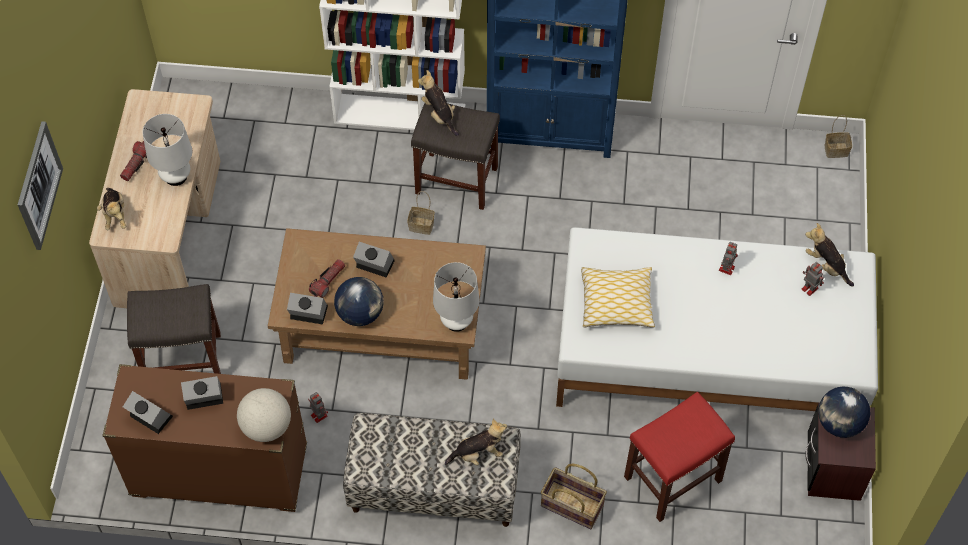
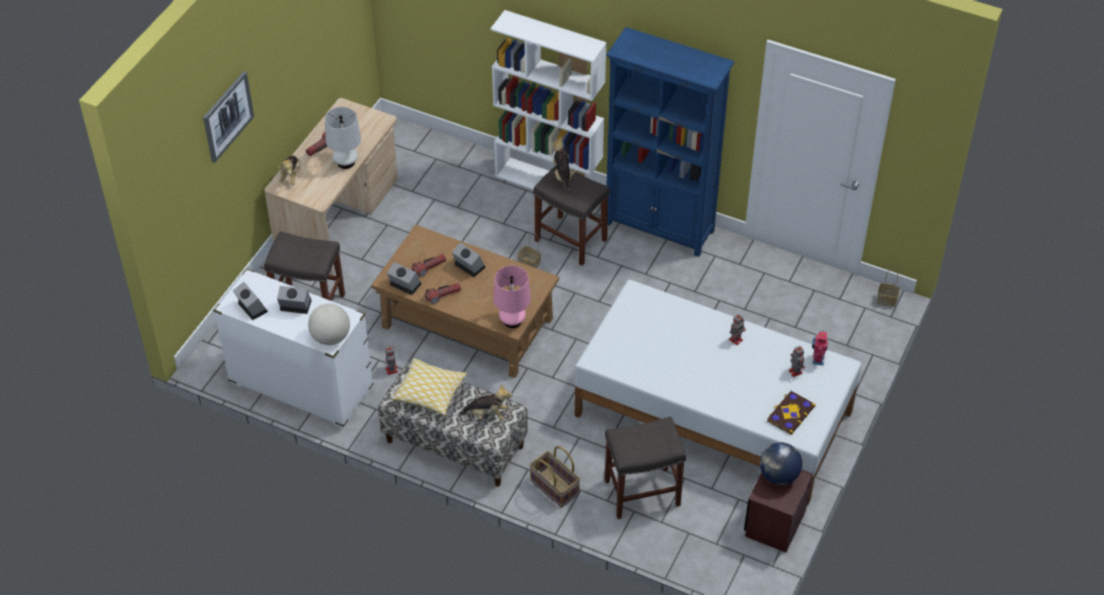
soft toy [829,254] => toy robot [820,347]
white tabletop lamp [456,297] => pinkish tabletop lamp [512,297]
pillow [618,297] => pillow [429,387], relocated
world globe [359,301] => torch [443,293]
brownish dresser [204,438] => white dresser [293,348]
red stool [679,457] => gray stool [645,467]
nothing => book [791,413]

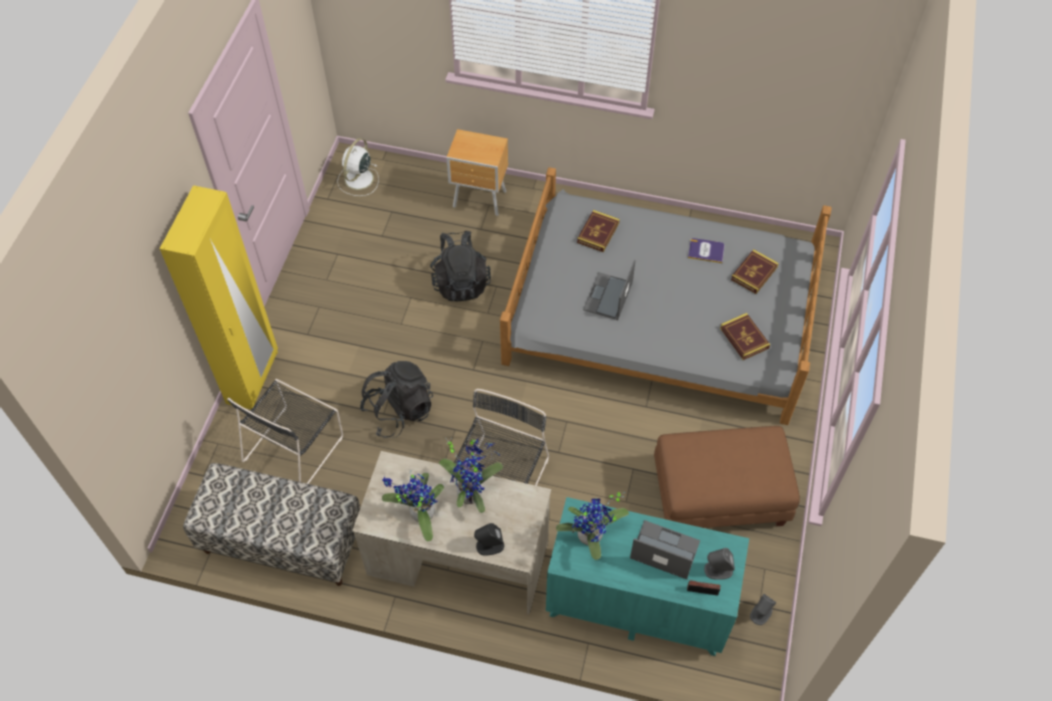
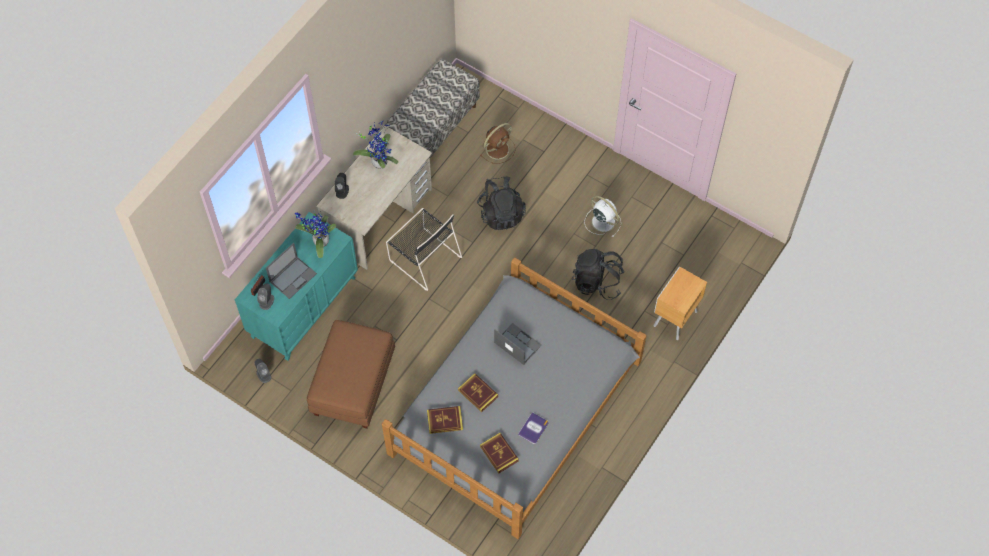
white cooling fan [358,167] => white cooling fan [602,216], relocated
yellow wardrobe [219,297] => nothing
book [598,231] => book [478,392], relocated
blackish plain chair [285,431] => brownish cooling fan [498,143]
plant in a pot [471,475] => nothing

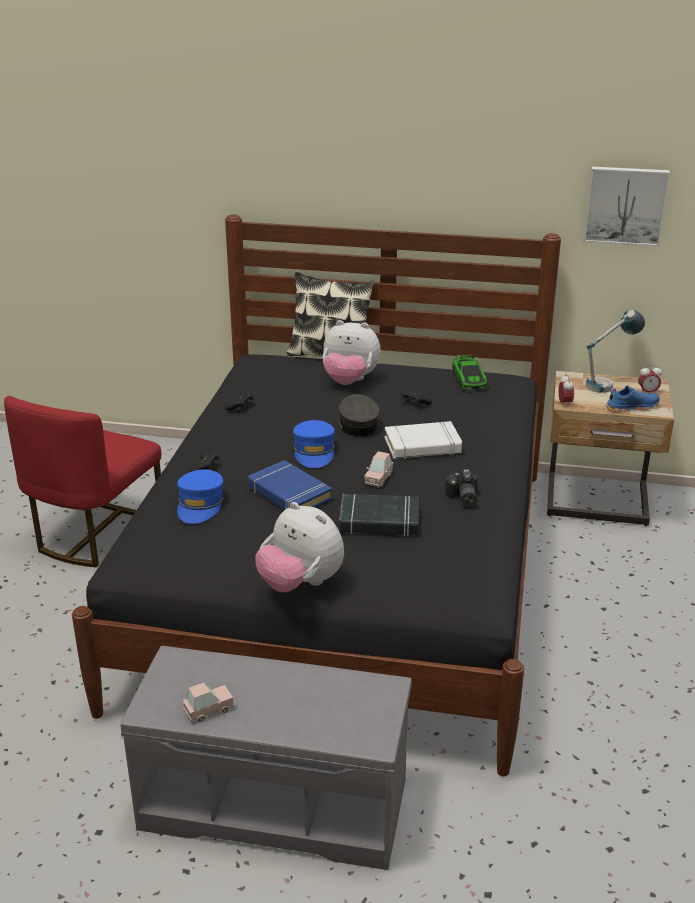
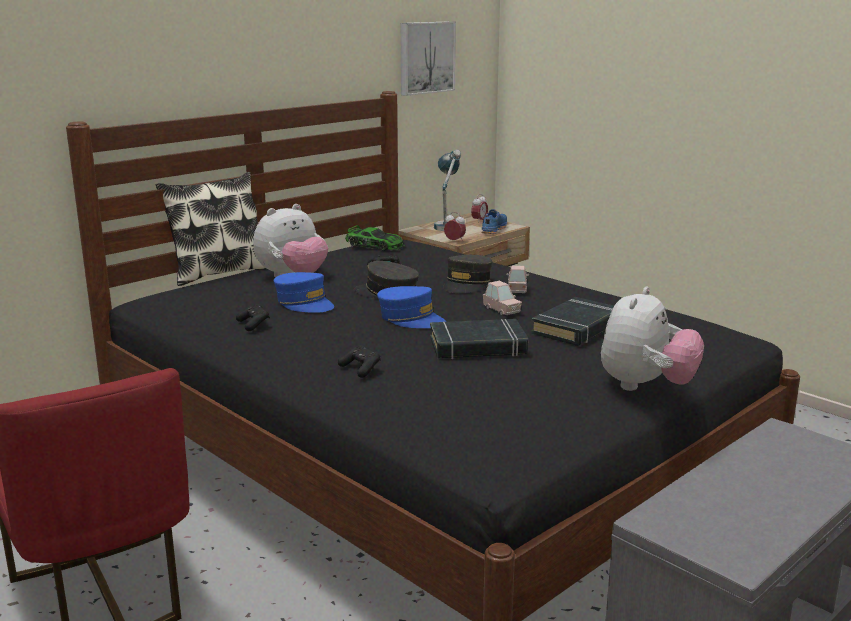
white book [423,440] => gray cap [467,274]
bluish book [290,485] => blackish book [479,339]
bluish cap [200,496] => bluish cap [304,292], relocated
still camera [461,487] => nothing
soft toy [299,547] => soft toy [652,338], 45 degrees counterclockwise
pinkish toy car [207,702] => pinkish toy car [517,279], relocated

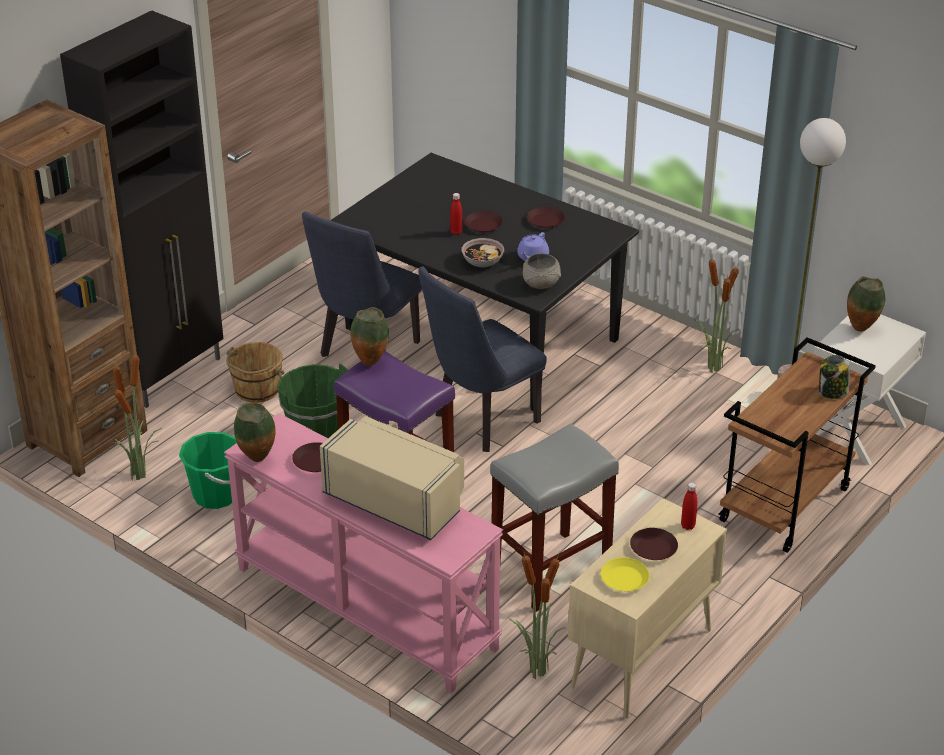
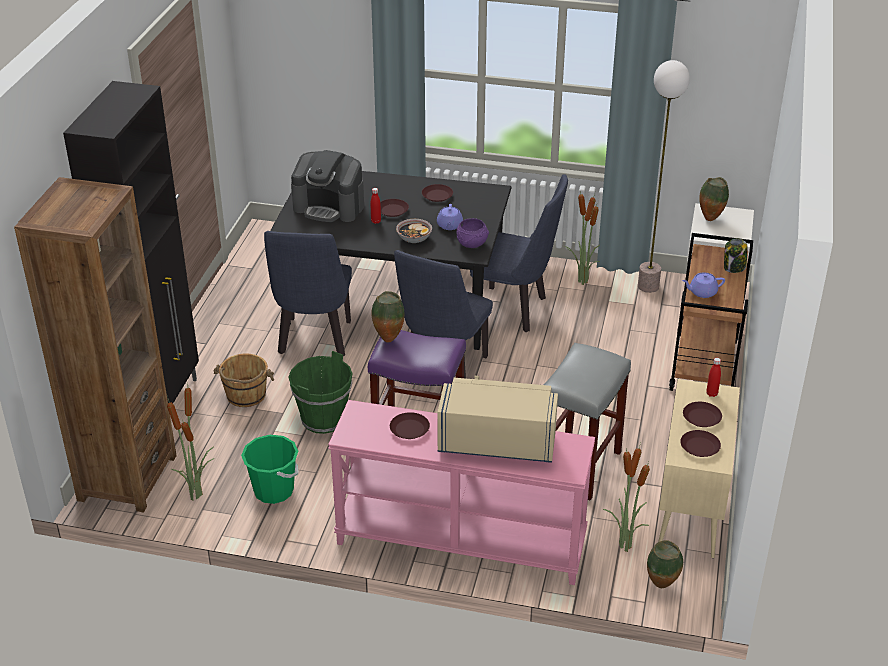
gray bowl [542,271] => purple bowl [473,233]
vase [255,432] => vase [665,564], relocated
yellow plate [625,574] => brownish plate [700,443]
nothing => coffee maker [327,186]
nothing => bluish plain chair [519,253]
nothing => purple teapot [703,285]

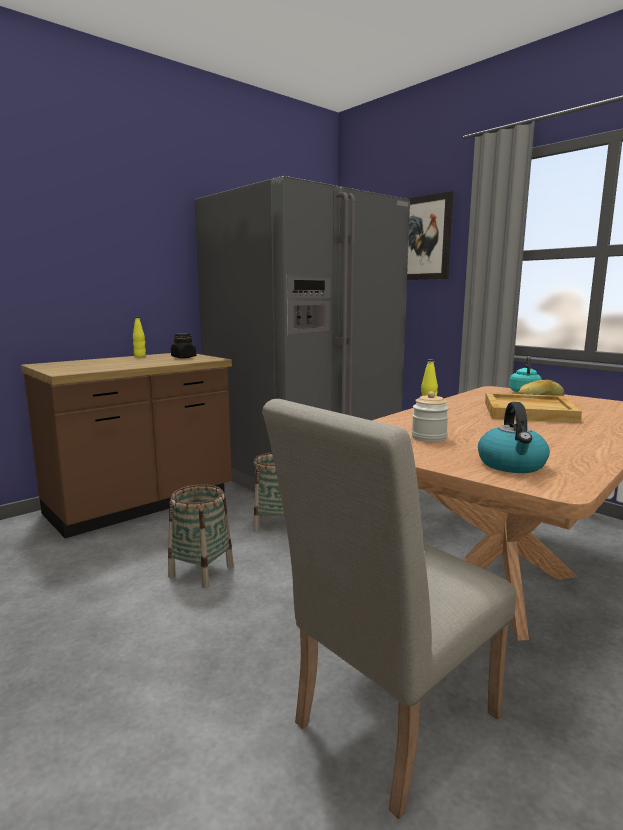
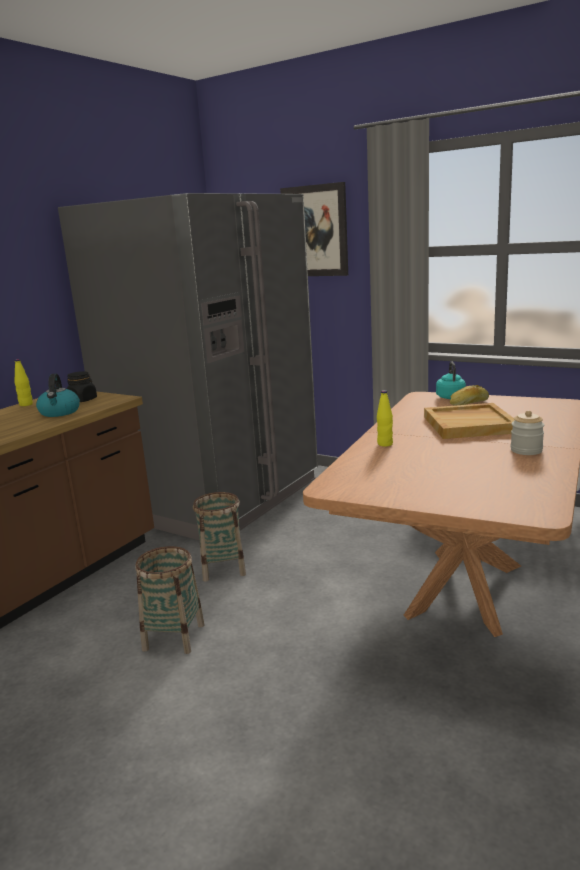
jar [430,416] => jar [527,432], relocated
sand-coloured plain chair [389,609] => nothing
kettle [514,437] => kettle [58,395], relocated

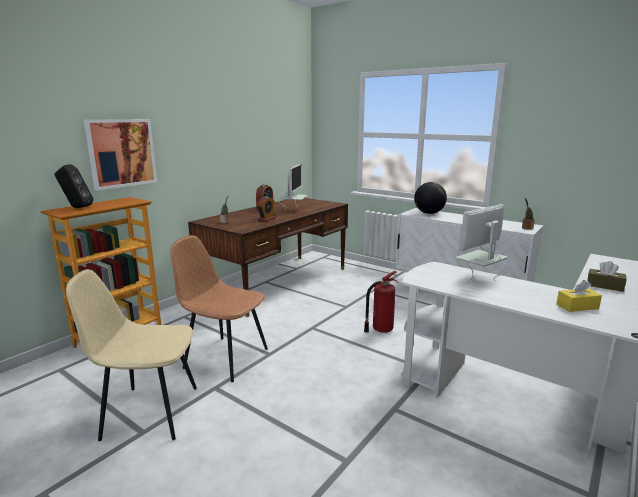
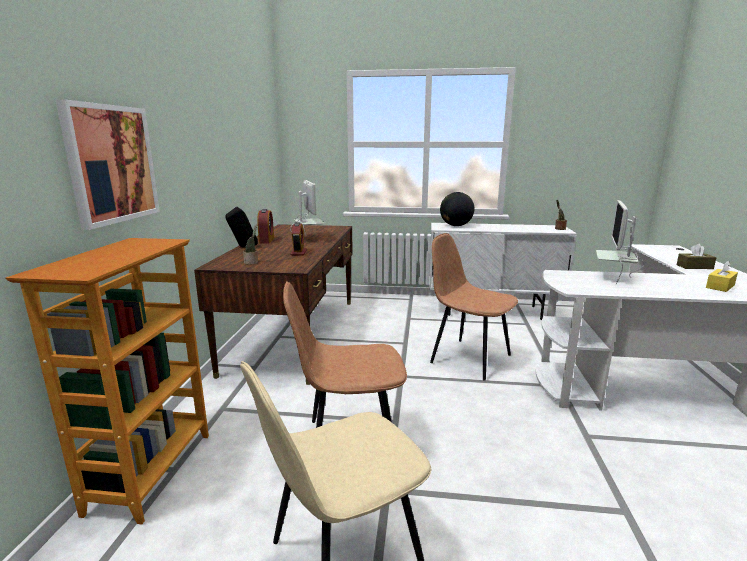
blackish speaker [74,186] => blackish speaker [242,226], relocated
fire-fighting cylinder [381,302] => brownish plain chair [474,306]

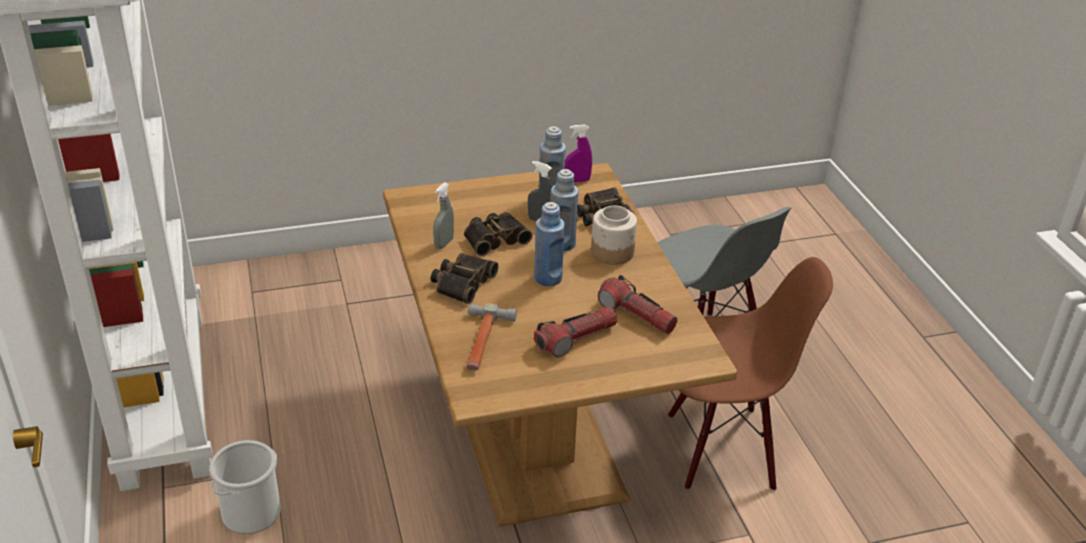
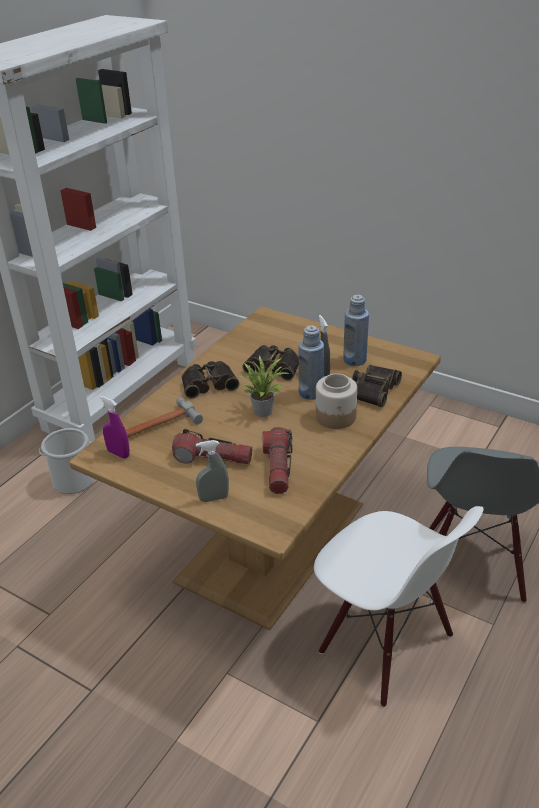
purple hand sprayer [578,153] => purple hand sprayer [114,427], relocated
gray hand sprayer [443,215] => gray hand sprayer [212,471], relocated
bluish bottle [549,244] => plant in a pot [263,386]
brownish plain chair [750,374] => white plain chair [399,606]

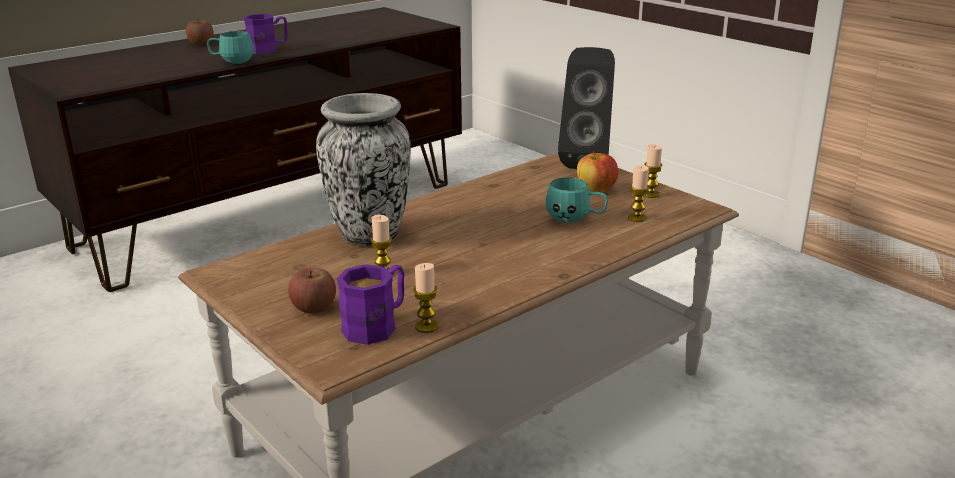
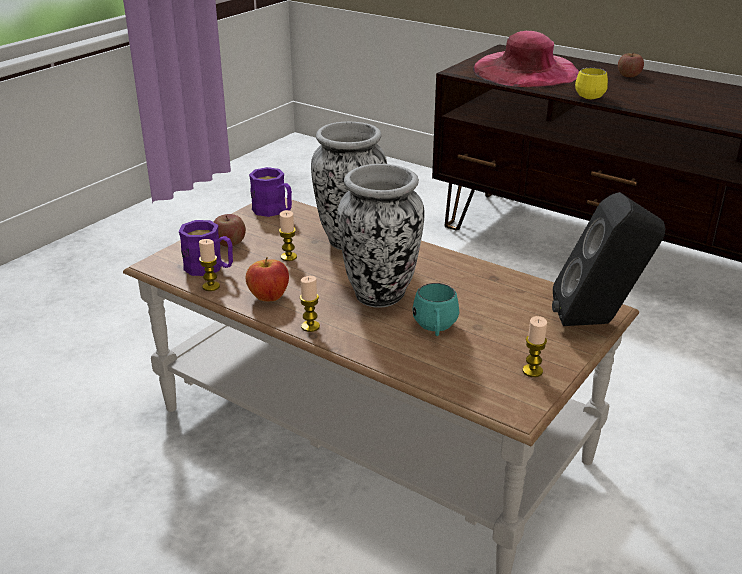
purple tea mug [266,34] => purple tea mug [270,192], relocated
turquoise-coloured tea mug [230,47] => yellow tea mug [591,83]
apple fruit [597,172] => apple fruit [267,279], relocated
candle [638,193] => candle [310,304], relocated
nothing => pinkish hat [526,59]
nothing => vase [381,236]

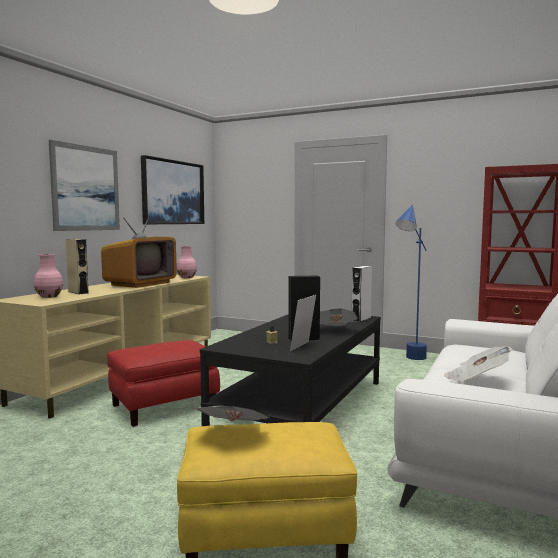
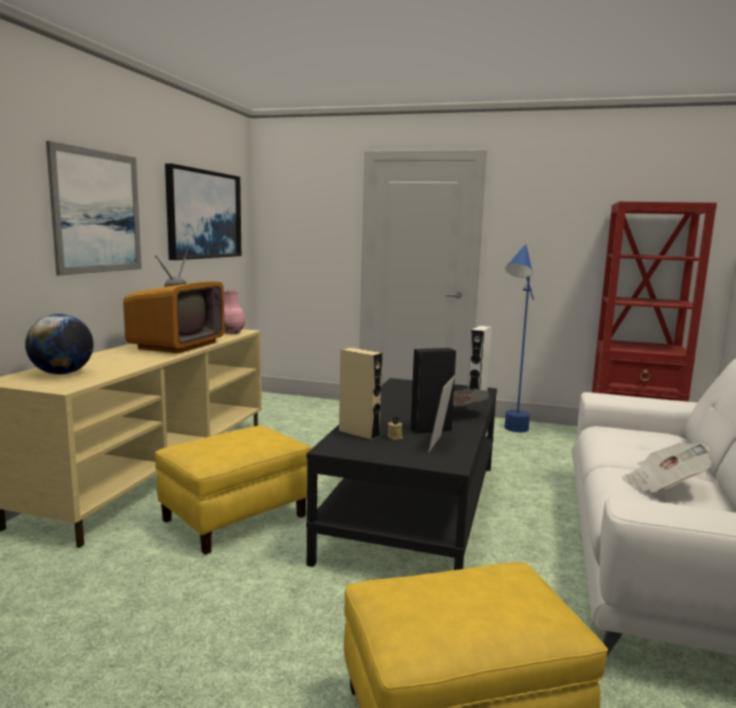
sand-coloured speaker [77,266] => sand-coloured speaker [360,394], relocated
pinkish vase [48,276] => world globe [59,344]
red ottoman [163,383] => yellow ottoman [233,490]
daily paper [231,414] => nothing

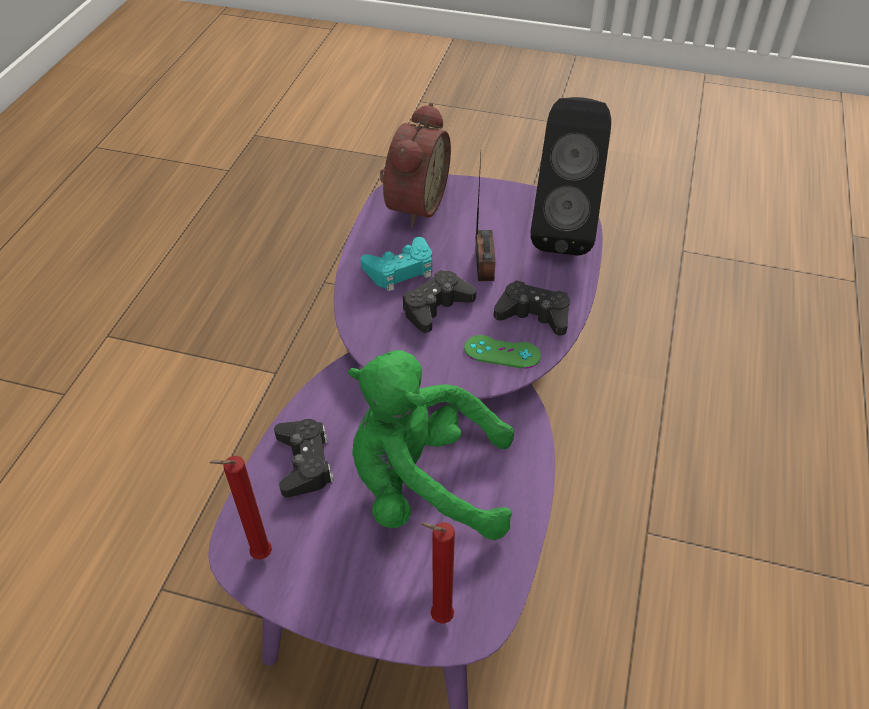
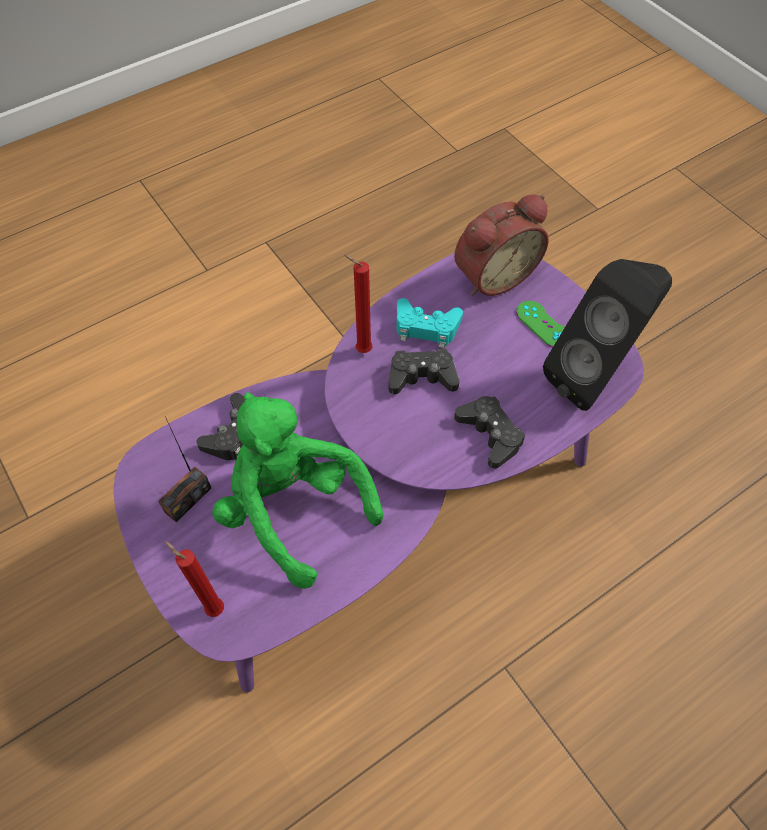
radio [485,218] => radio [184,469], relocated
green joypad [502,352] => green joypad [540,324], relocated
red candle [240,508] => red candle [358,304], relocated

